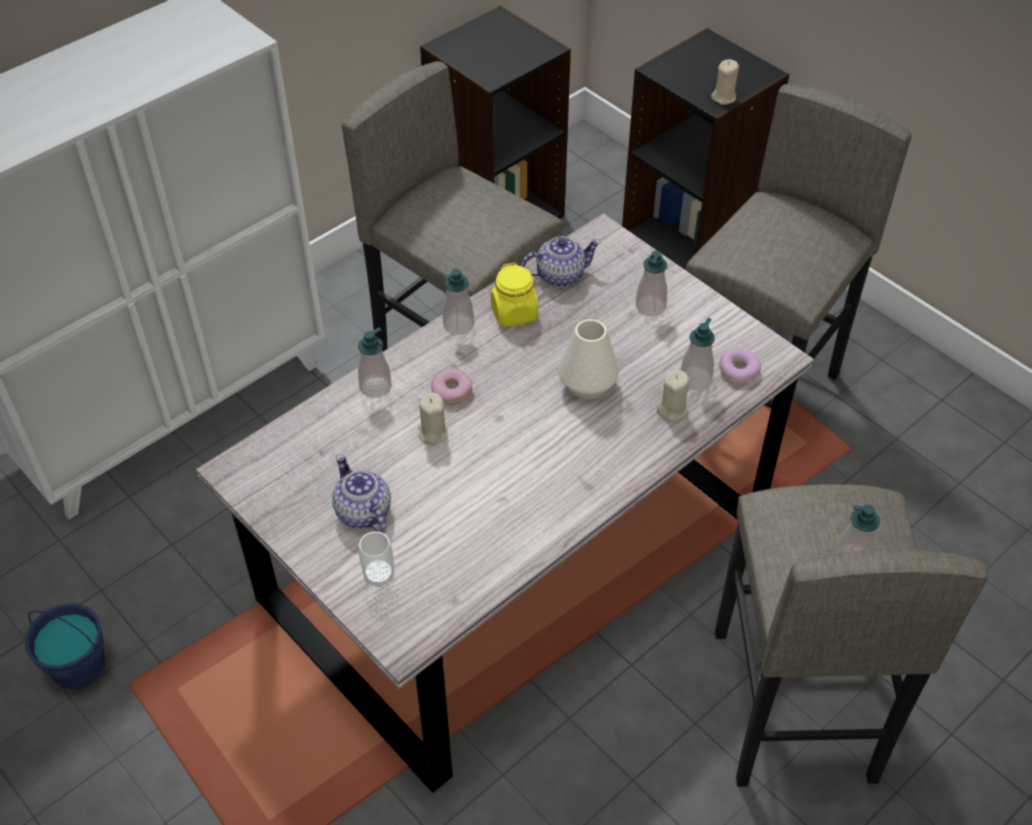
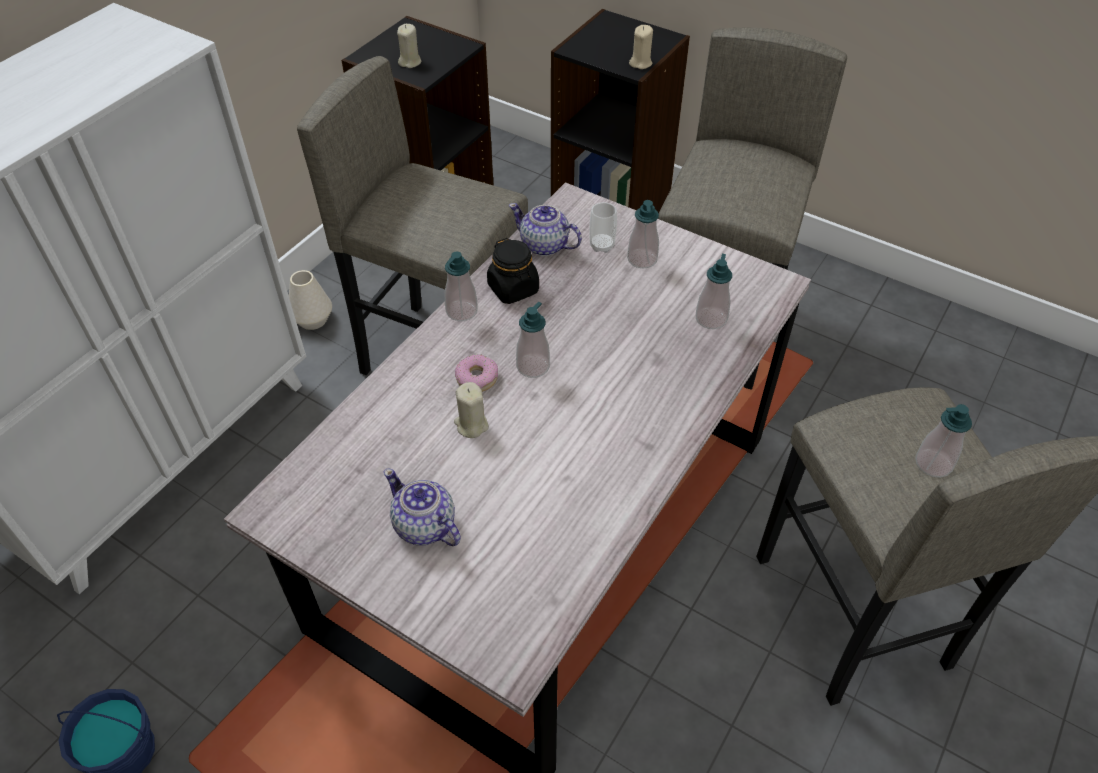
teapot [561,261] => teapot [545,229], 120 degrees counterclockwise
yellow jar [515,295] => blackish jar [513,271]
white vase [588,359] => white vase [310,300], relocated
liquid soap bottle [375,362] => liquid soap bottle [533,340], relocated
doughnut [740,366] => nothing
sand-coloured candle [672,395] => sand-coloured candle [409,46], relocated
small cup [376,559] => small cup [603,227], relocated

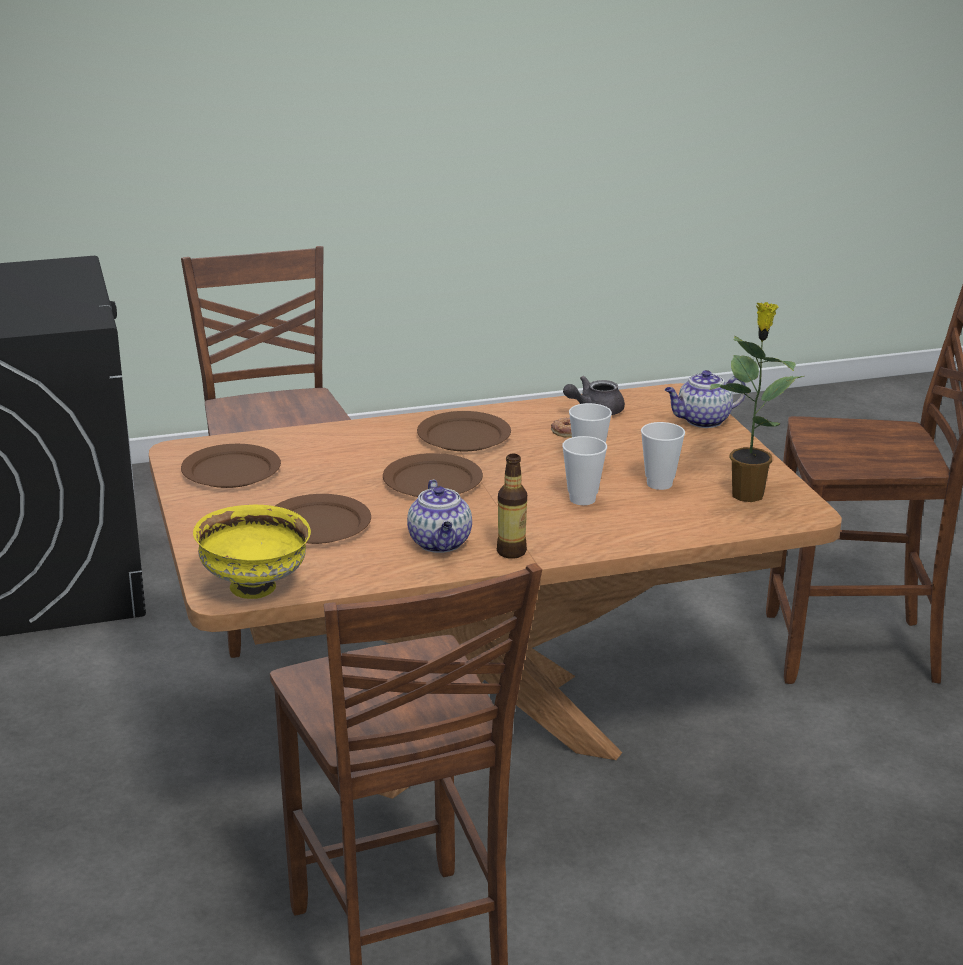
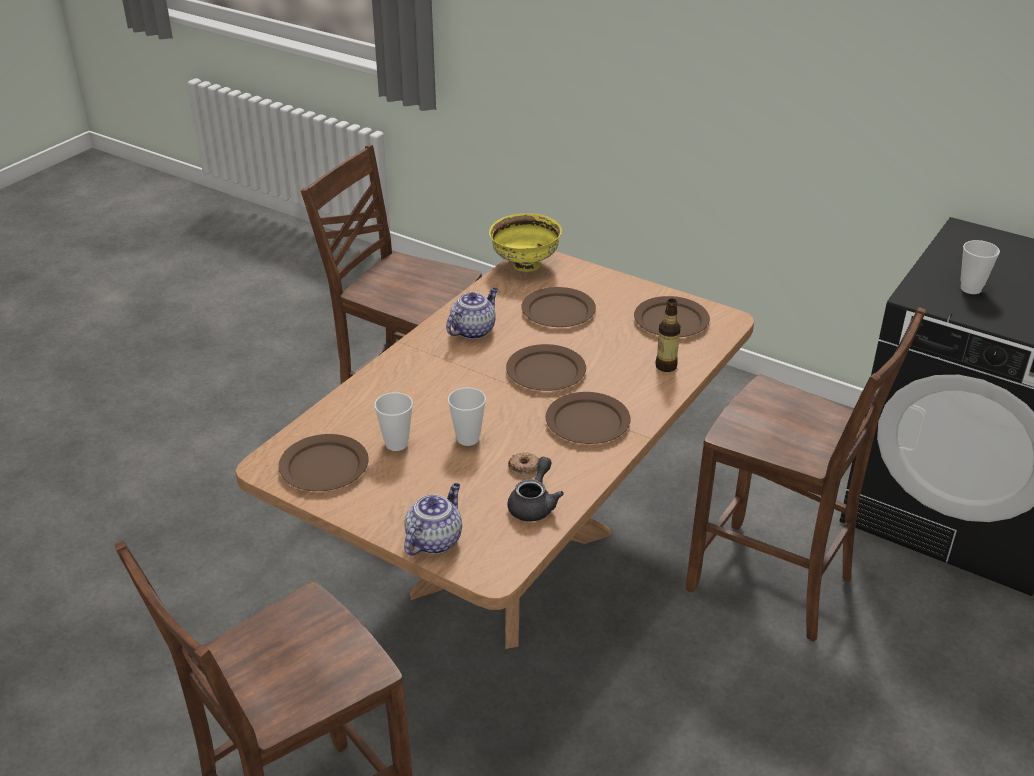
plant in a pot [756,402] => brownish plate [323,462]
small cup [584,470] => small cup [980,267], relocated
bottle [512,506] => bottle [668,335], relocated
teapot [439,516] => teapot [472,313], 90 degrees clockwise

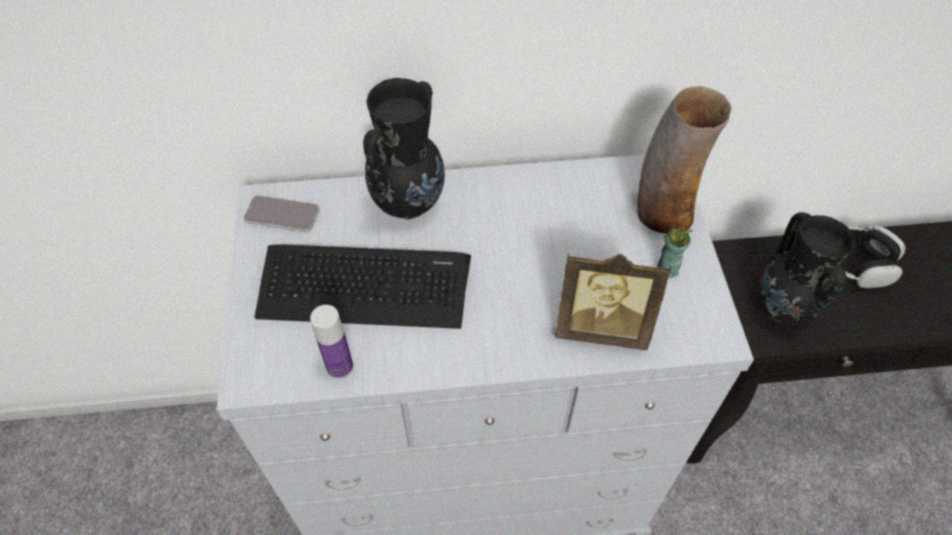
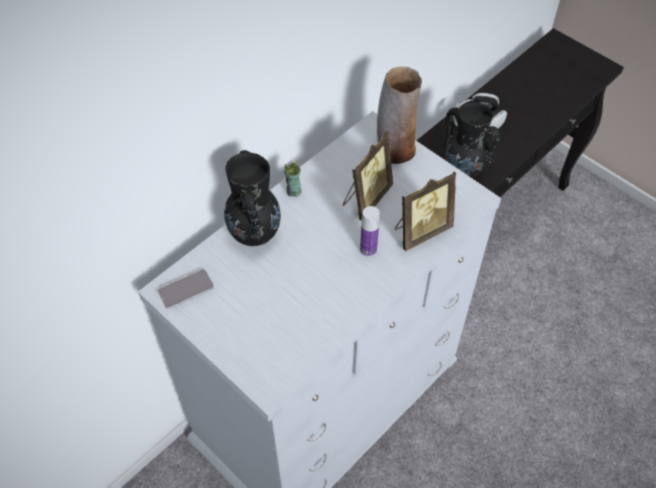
small cup [675,251] => small cup [293,179], relocated
PC keyboard [362,286] => nothing
bottle [331,342] => bottle [370,231], relocated
nothing => photo frame [368,176]

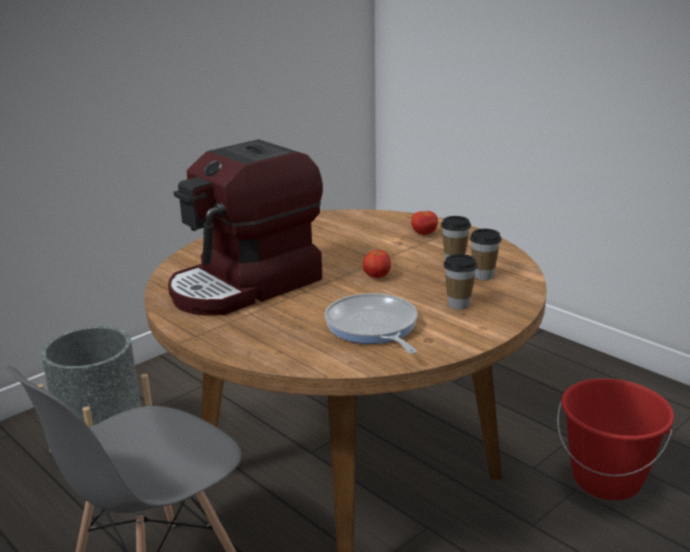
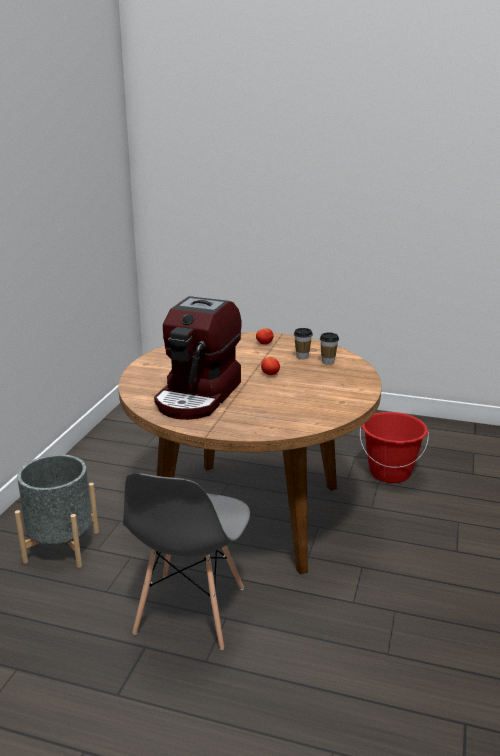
small cup [460,282] => nothing
skillet [371,323] => nothing

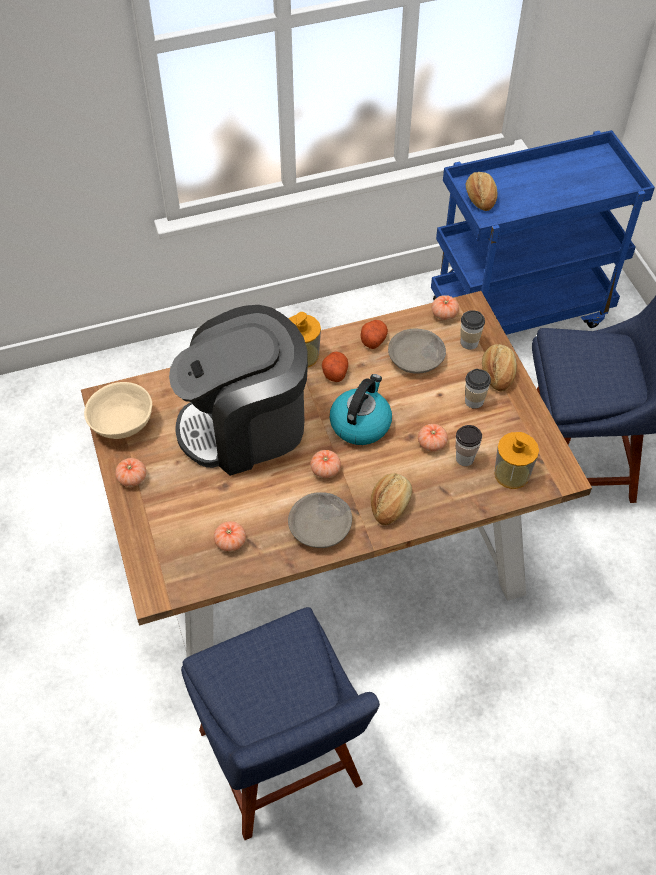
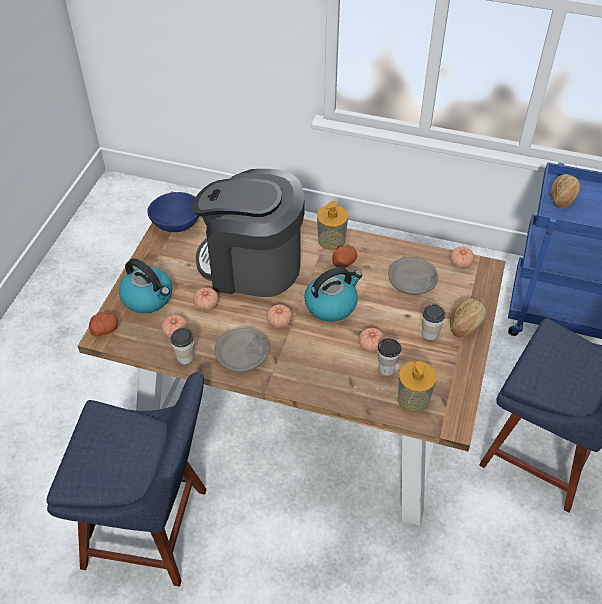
small cup [472,330] => small cup [182,346], relocated
whole potato [374,334] => whole potato [103,324], relocated
sand-coloured bowl [118,410] => bluish bowl [173,212]
fresh tomato [130,472] => fresh tomato [206,298], relocated
bread [391,499] => nothing
bluish plain chair [280,723] => bluish plain chair [127,479], 90 degrees counterclockwise
nothing => kettle [145,285]

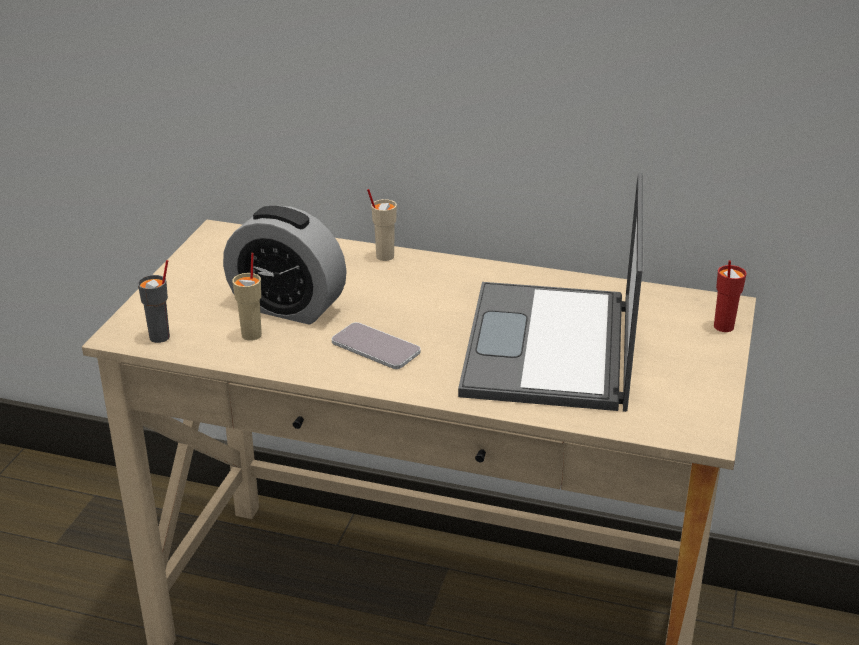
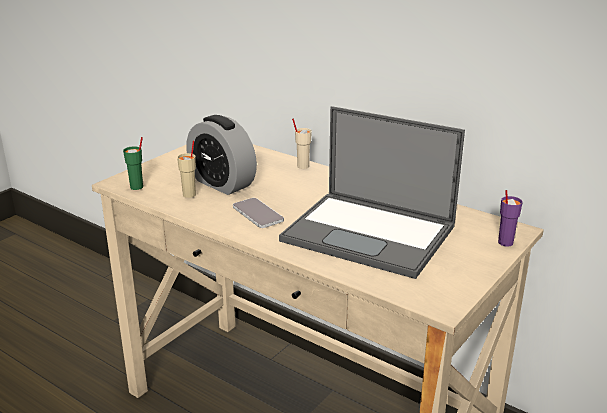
portable computer [550,292] => portable computer [372,192], 90 degrees counterclockwise
gray small cup [153,301] => green small cup [133,163]
red small cup [730,296] => purple small cup [510,218]

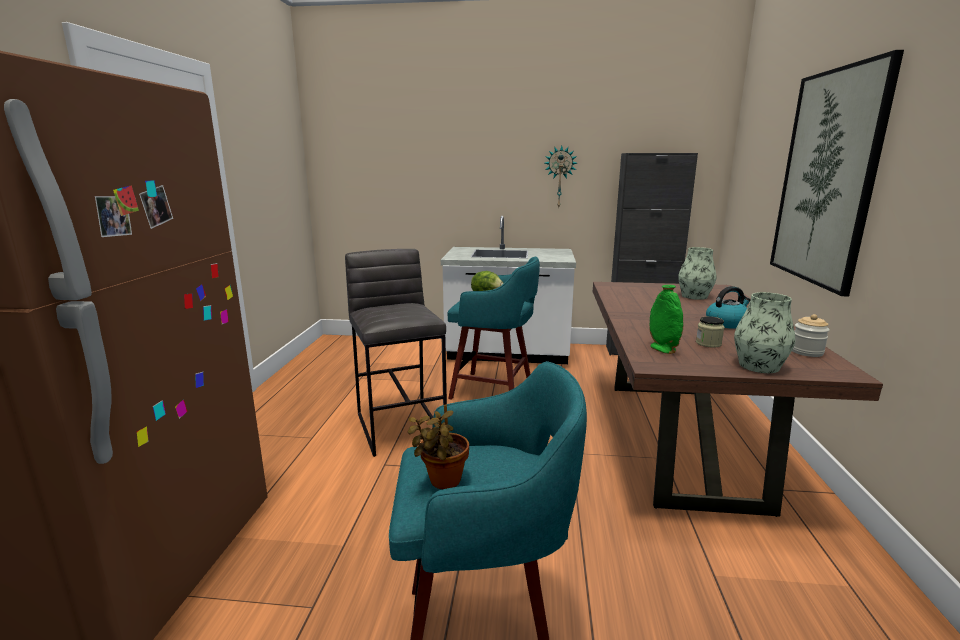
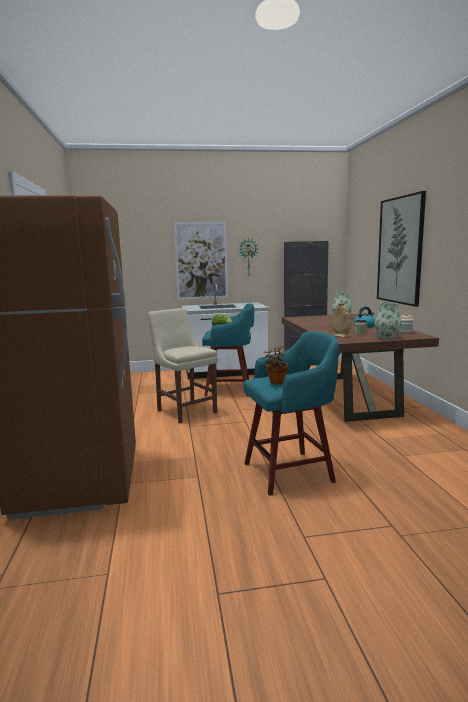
gray stool [396,353] => sand-coloured plain chair [183,365]
green vase [666,319] => sand-coloured vase [341,320]
nothing => wall art [201,261]

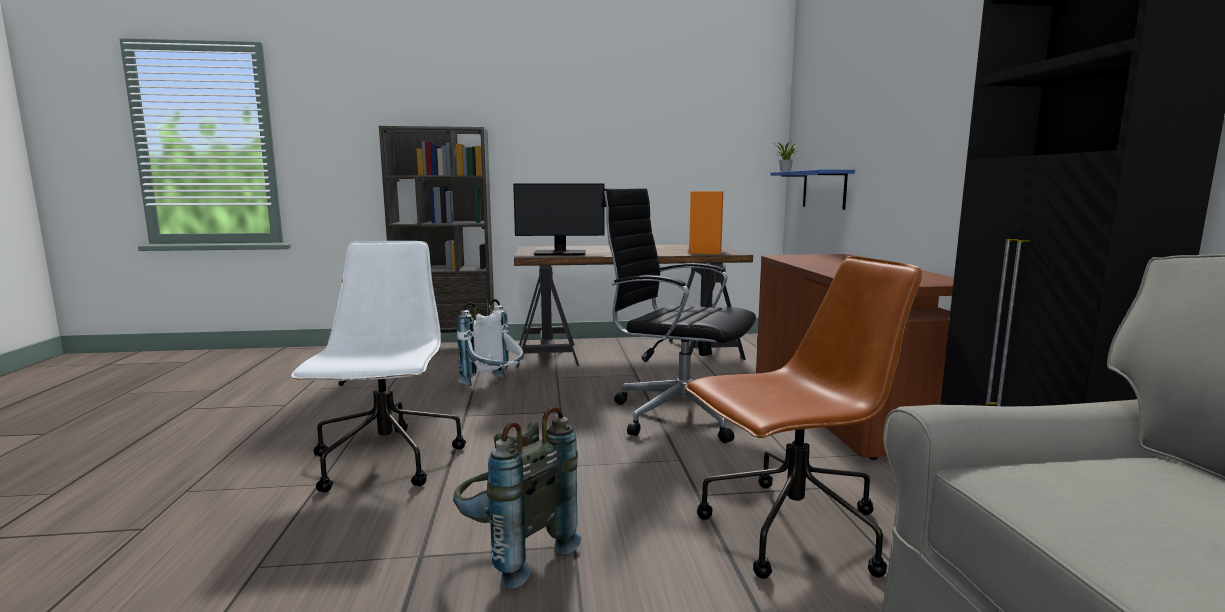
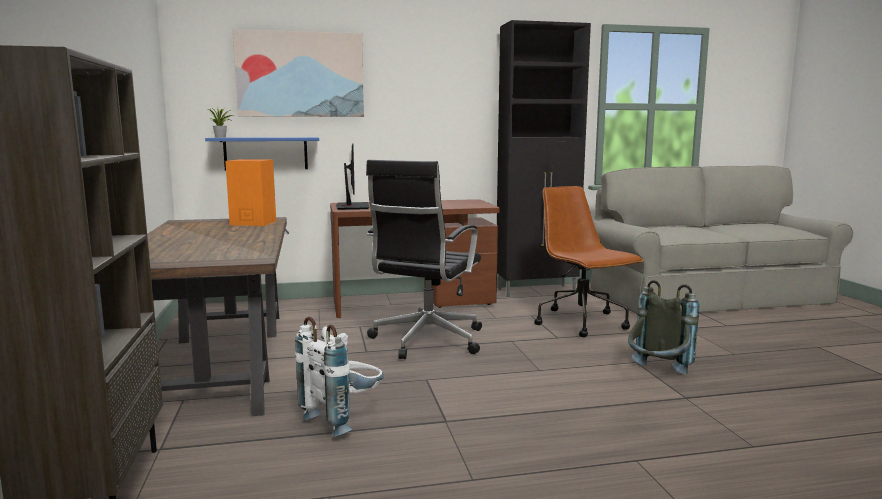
monitor [559,219] => monitor [352,176], relocated
white desk chair [378,366] => nothing
nothing => wall art [298,73]

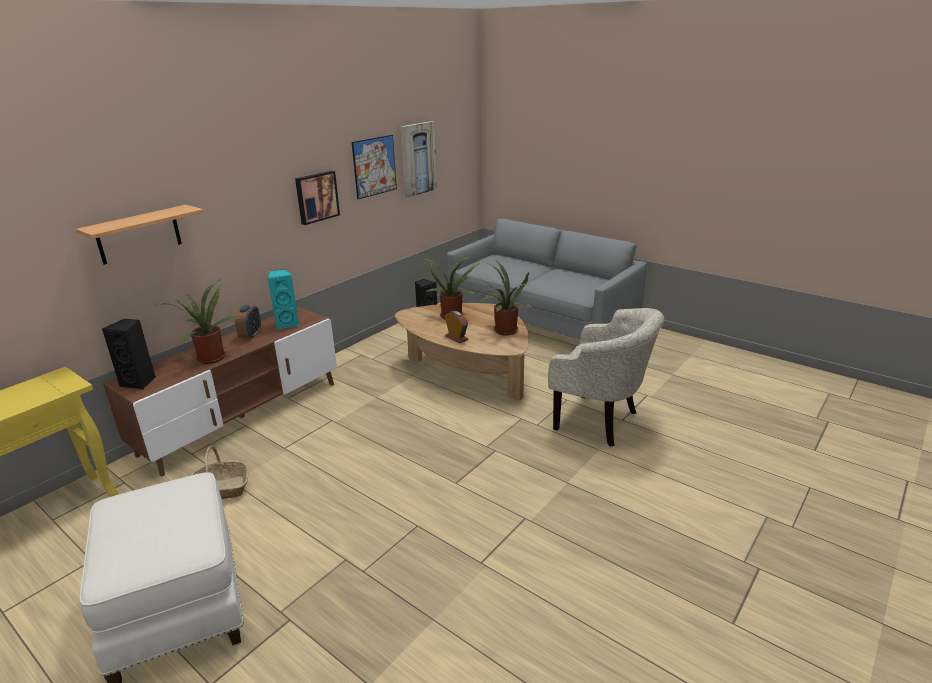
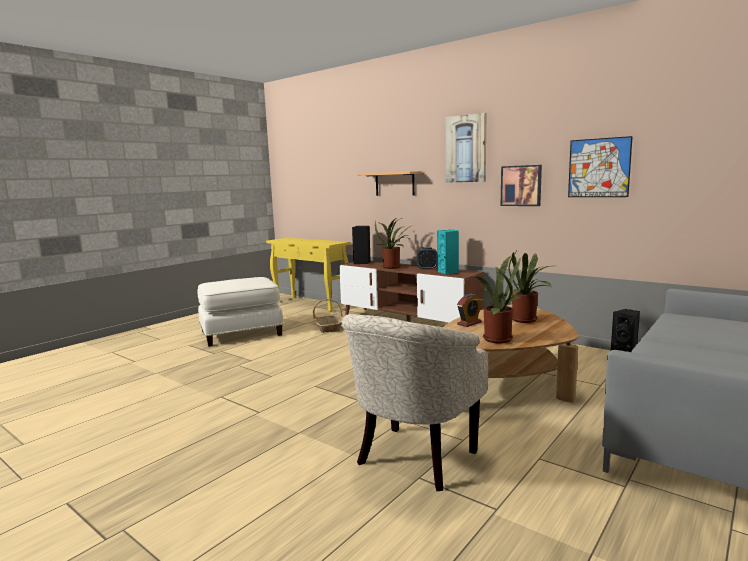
wall art [419,159] => wall art [465,148], relocated

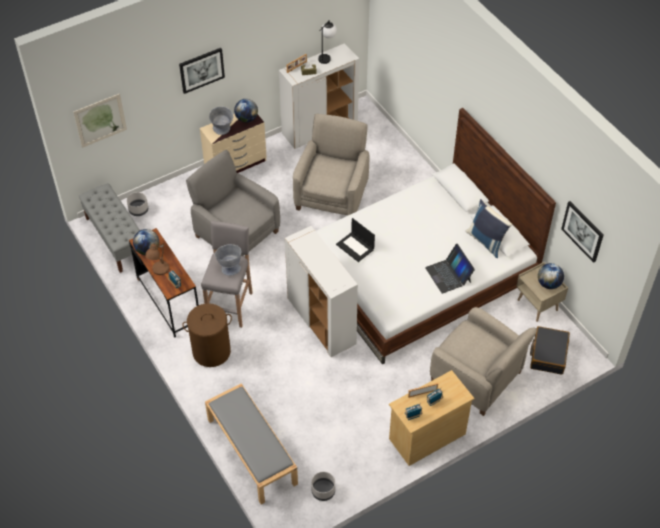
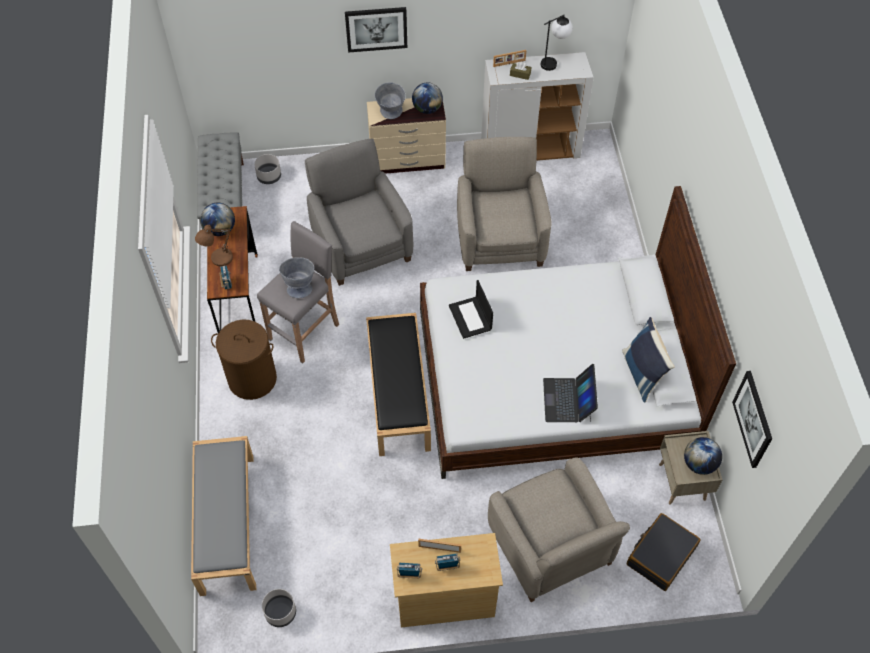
wall art [100,120] => nothing
sand-coloured armchair [331,164] => sand-coloured armchair [504,204], 45 degrees counterclockwise
white cupboard [321,291] => blackish long seat [398,384]

